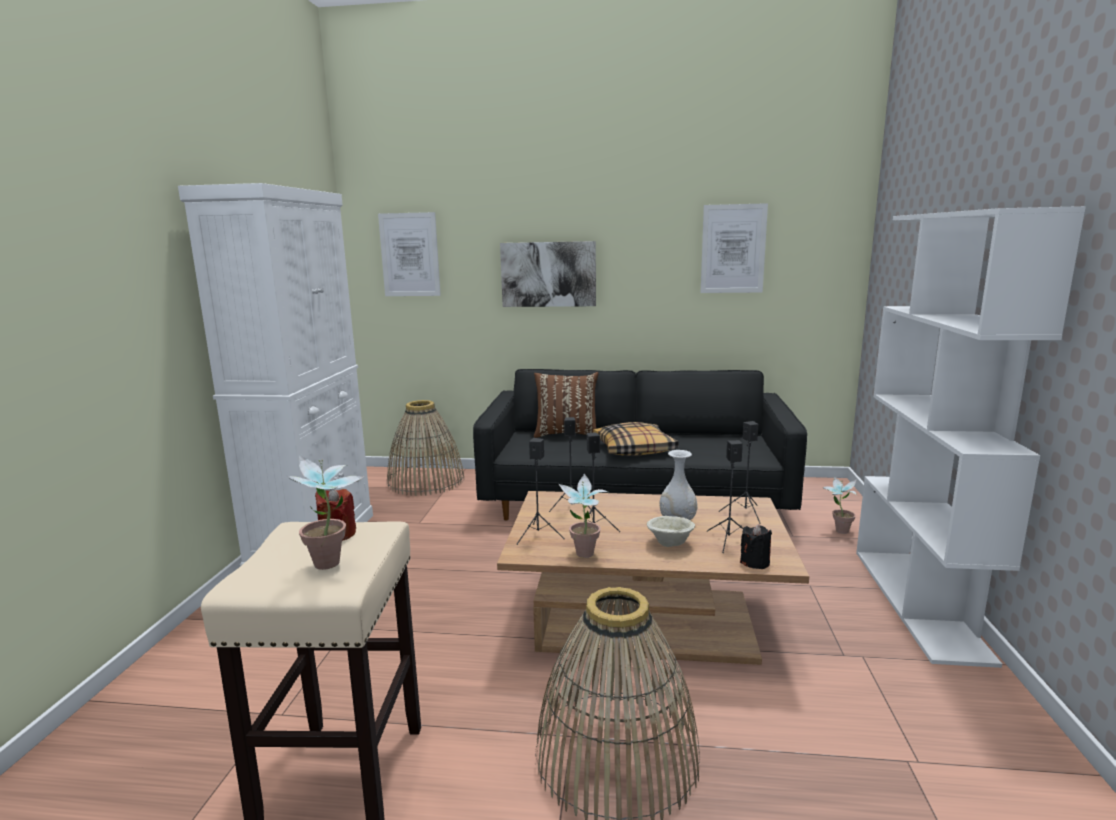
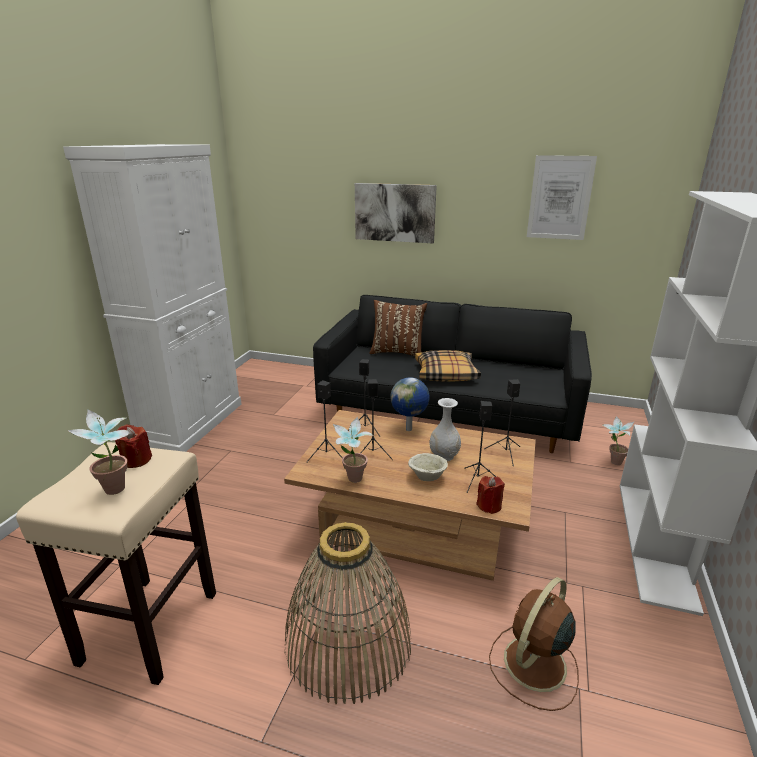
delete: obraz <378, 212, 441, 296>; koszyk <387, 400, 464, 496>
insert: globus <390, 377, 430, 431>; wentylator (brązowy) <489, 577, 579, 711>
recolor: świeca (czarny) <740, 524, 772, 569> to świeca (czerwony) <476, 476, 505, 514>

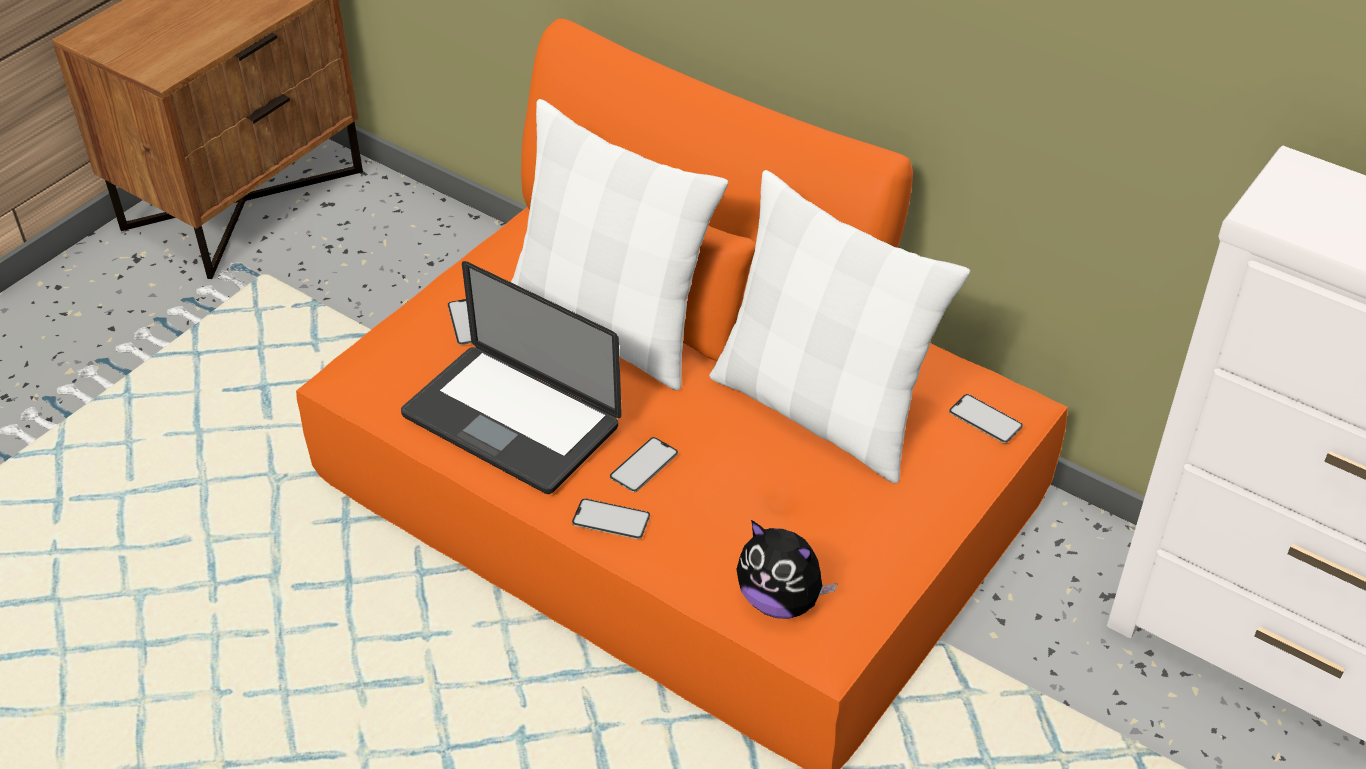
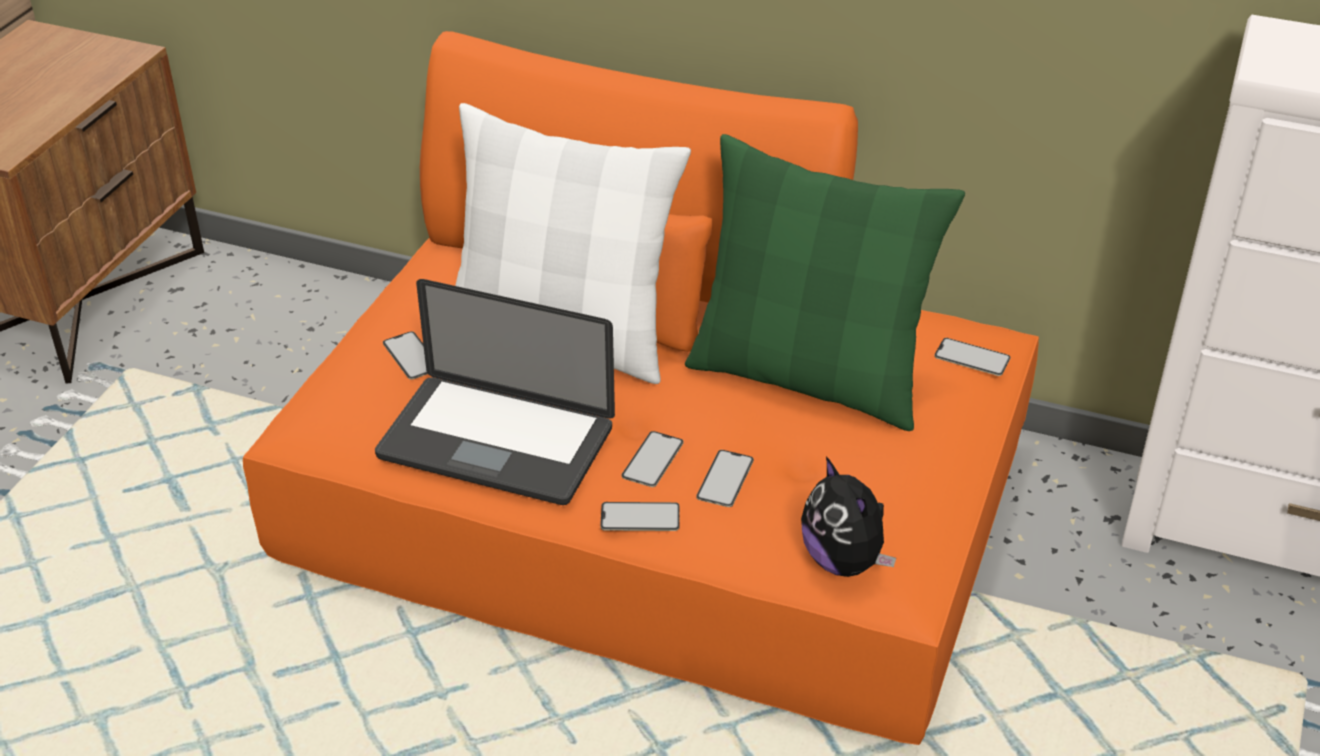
insert: telefon <696, 450, 754, 507>
recolor: poduszka (biały) <709, 170, 970, 483> to poduszka (zielony) <685, 134, 965, 431>
rotate: pluszak <736, 520, 838, 619> = <801, 456, 896, 577> 45 degrees clockwise

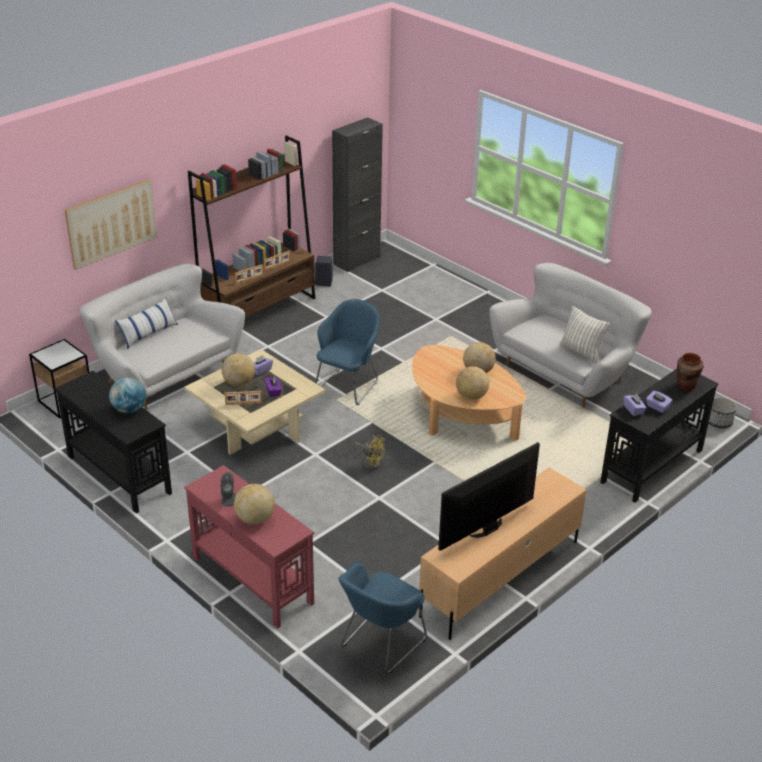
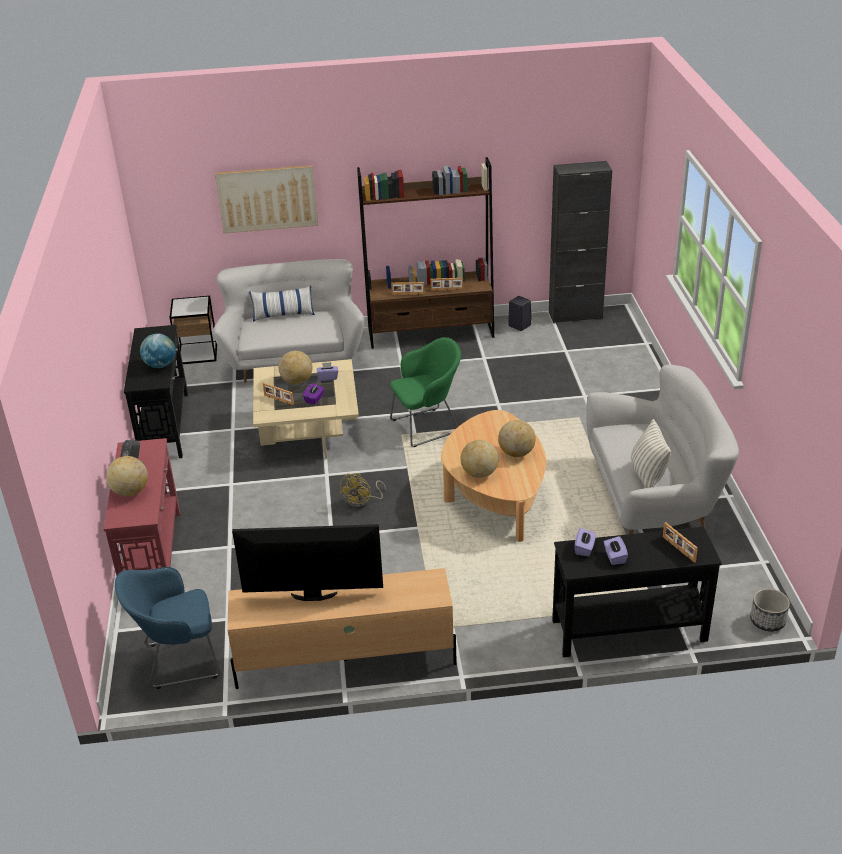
replace: wazon (brązowy) <677, 353, 704, 391> to ramka na zdjęcie <663, 522, 698, 563>
recolor: fotel (niebieski) <315, 299, 380, 405> to fotel (zielony) <390, 337, 461, 447>
rotate: wentylator (żółty) <355, 435, 385, 470> = <340, 473, 386, 509> 45 degrees clockwise

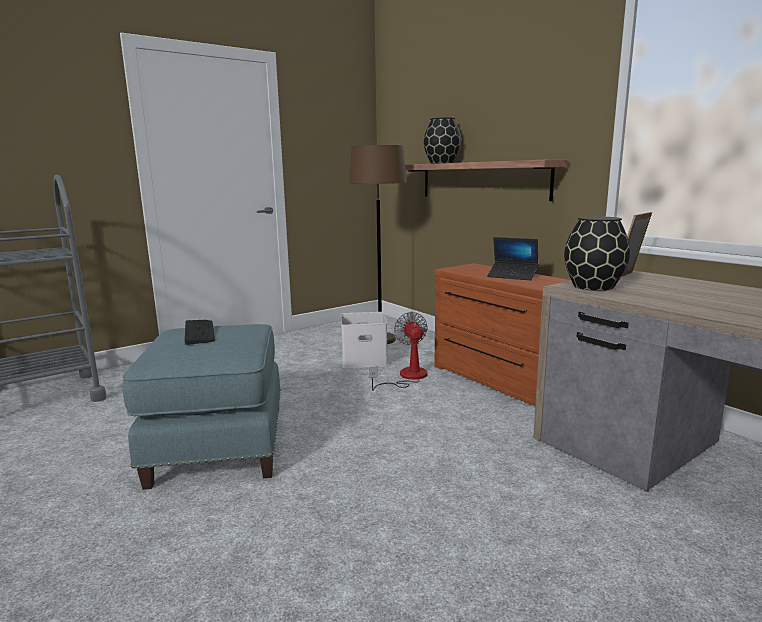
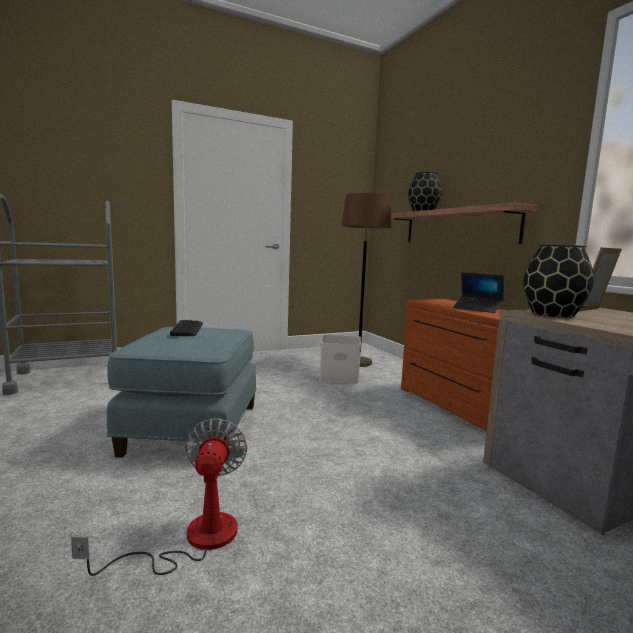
move: wentylator <369, 312, 428, 391> to <71, 418, 247, 576>

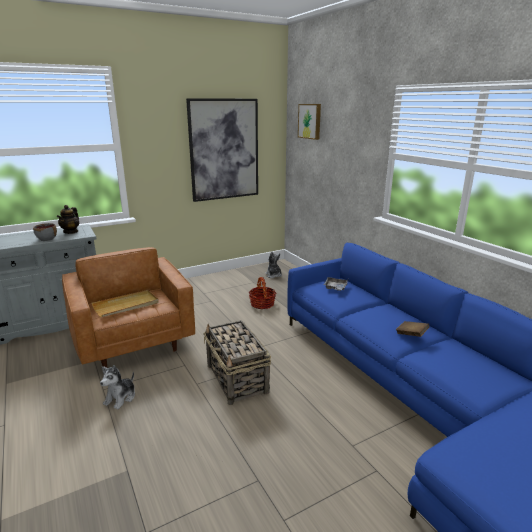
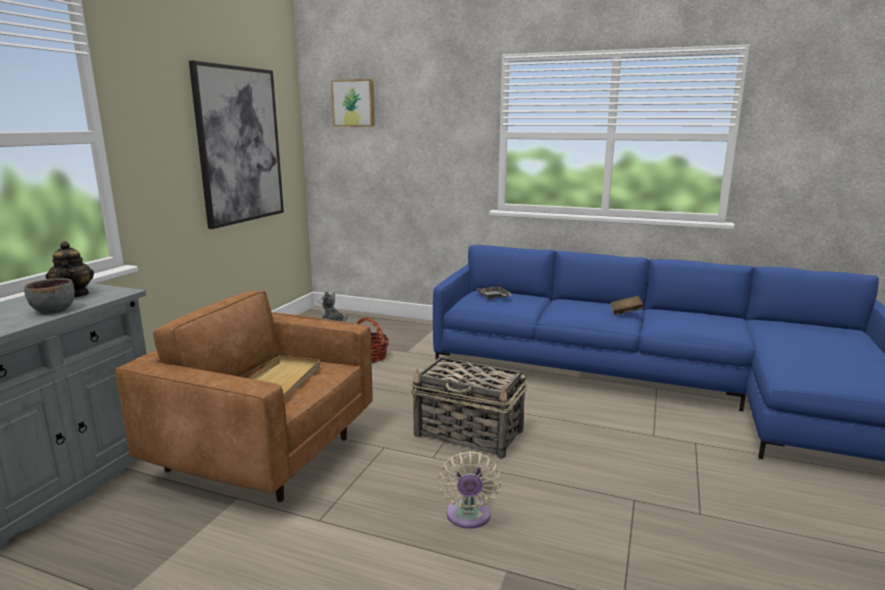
delete: pluszak <100, 365, 135, 410>
insert: wentylator (beżowy) <438, 451, 502, 529>

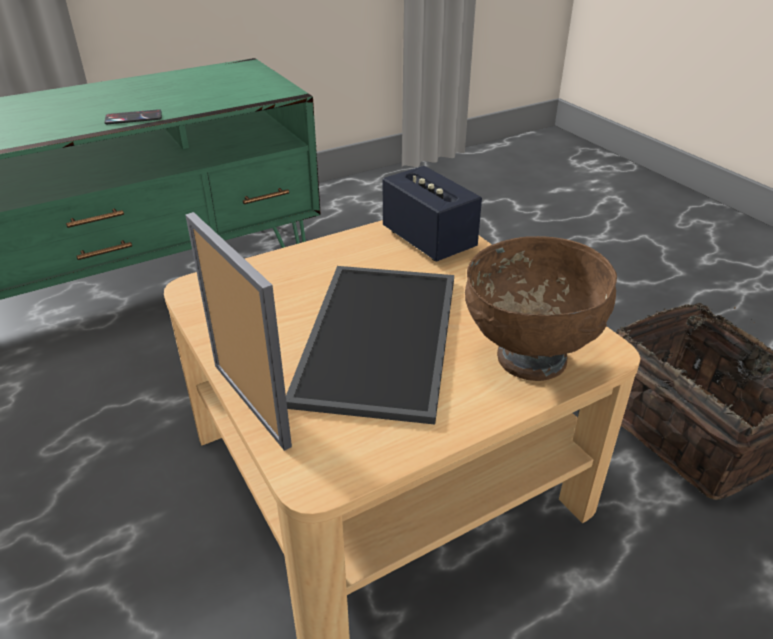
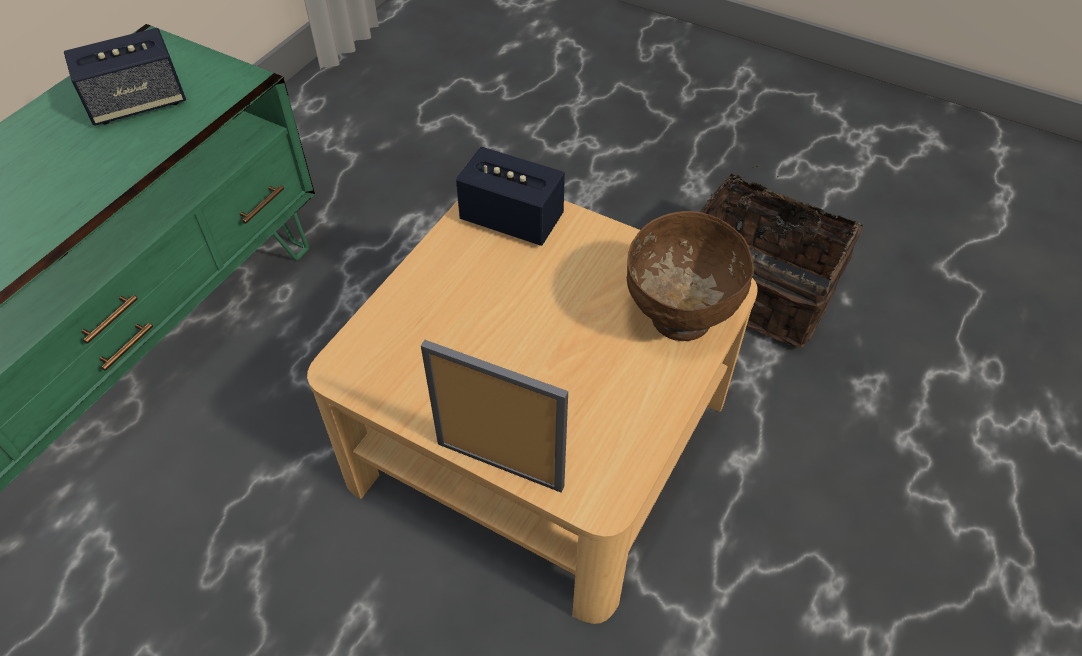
delete: telefon <105, 109, 162, 124>; taca <286, 266, 454, 425>
insert: głośnik <64, 28, 186, 126>

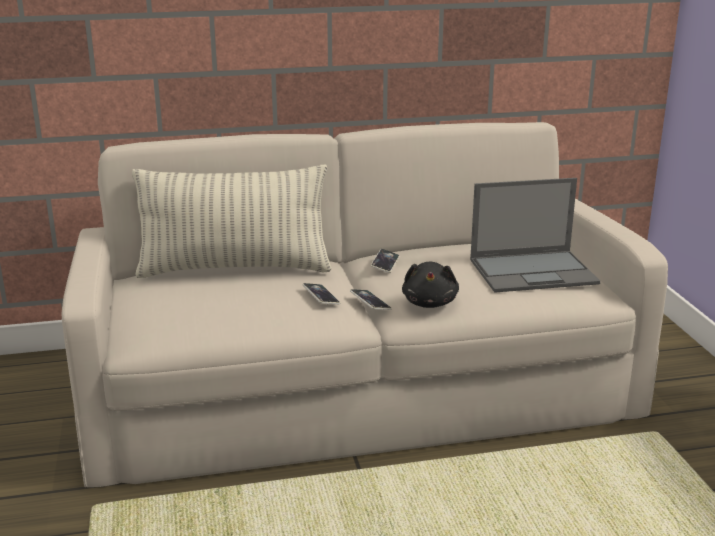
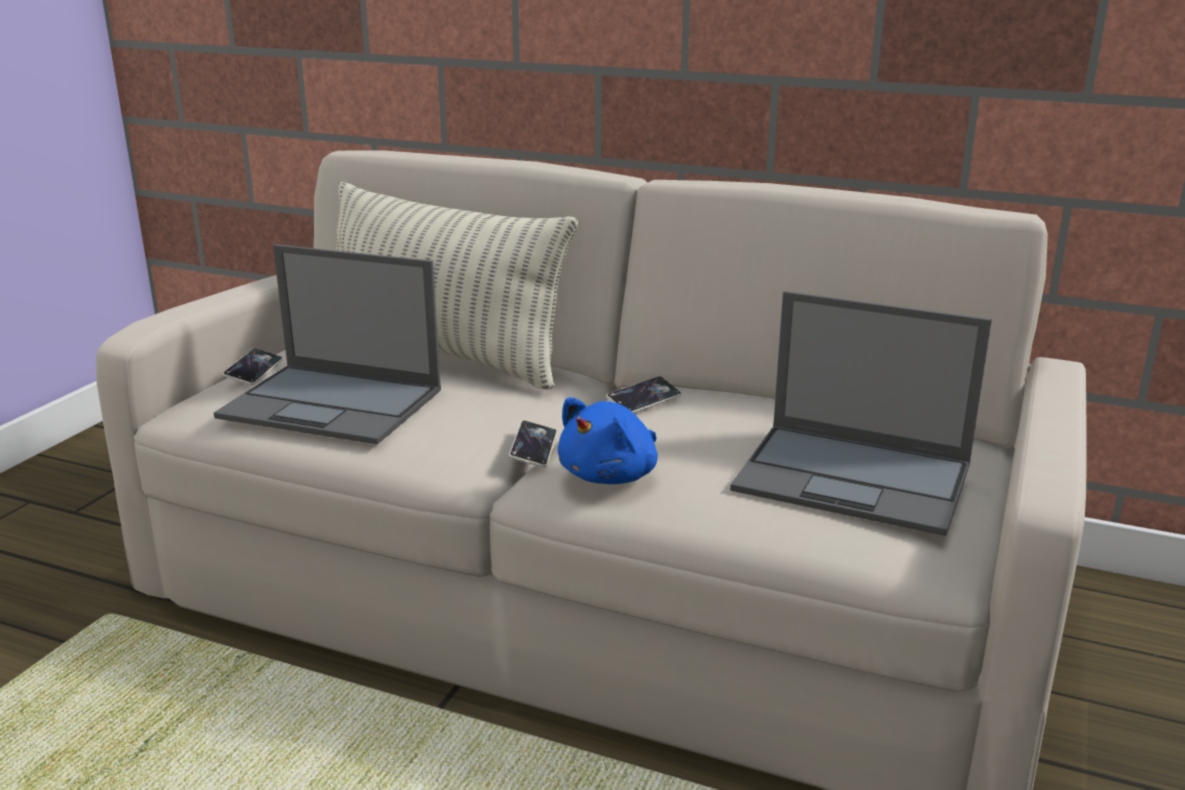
insert: laptop <214, 244, 441, 444>
move: telefon <303, 283, 340, 304> to <222, 348, 283, 385>
recolor: pluszak (czarny) <402, 262, 459, 308> to pluszak (niebieski) <558, 397, 658, 484>

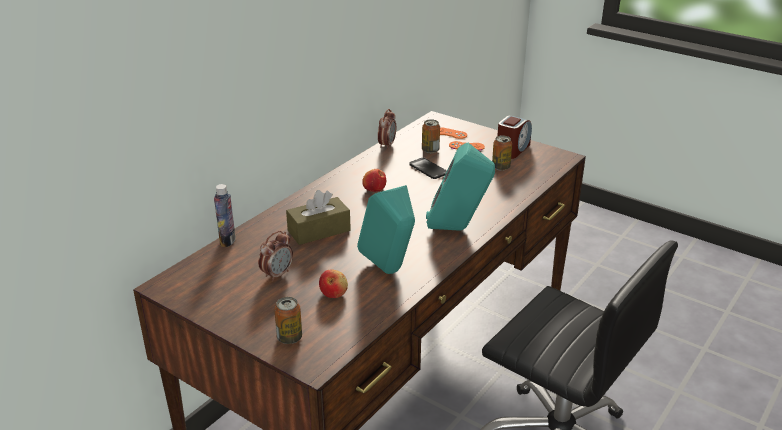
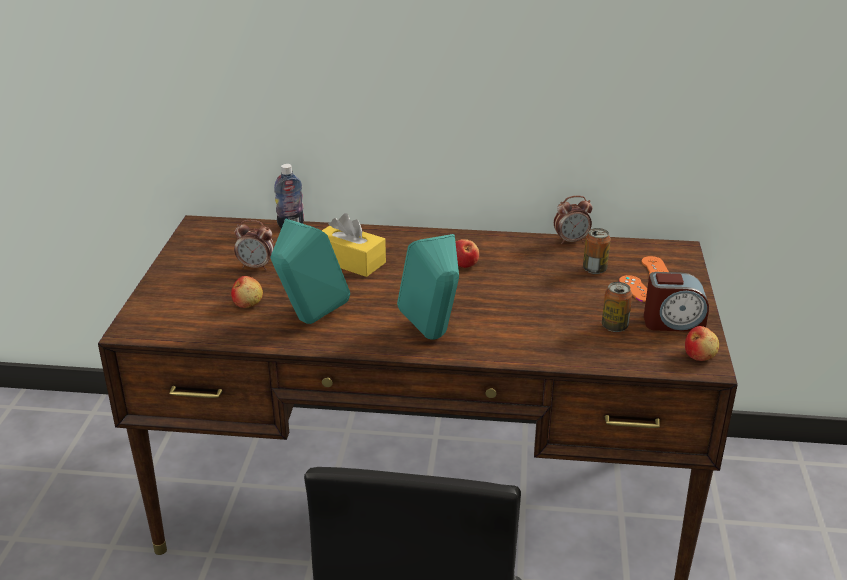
delete: puszka <274, 297, 302, 344>; telefon <410, 158, 447, 179>
insert: jabłko <685, 326, 719, 361>
recolor: pudełko chusteczek (brązowy) <286, 190, 351, 245> to pudełko chusteczek (żółty) <322, 213, 386, 277>

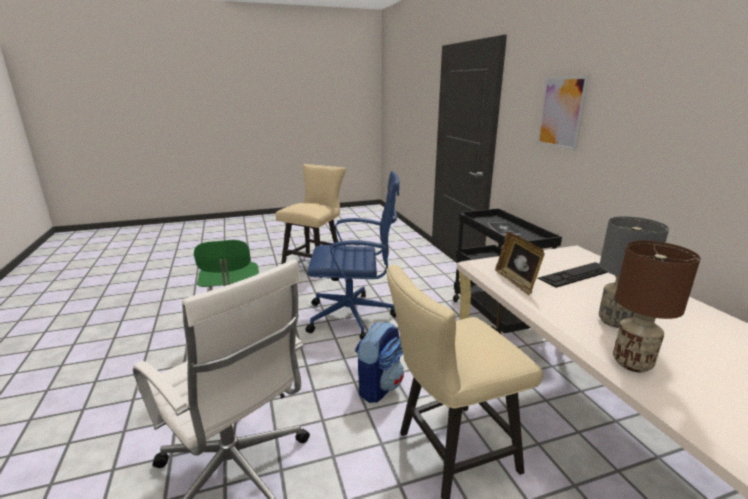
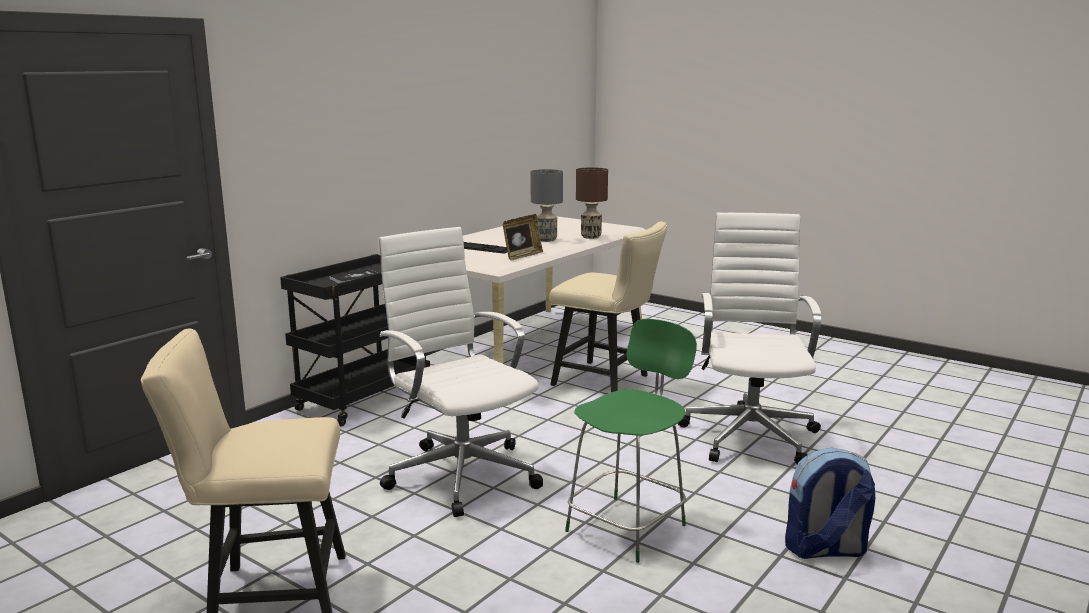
delete: obraz <537, 75, 589, 151>
move: plecak <355, 321, 404, 403> to <785, 448, 875, 559>
recolor: krzesło biurowe (niebieski) <306, 171, 400, 339> to krzesło biurowe (biały) <378, 227, 543, 517>

